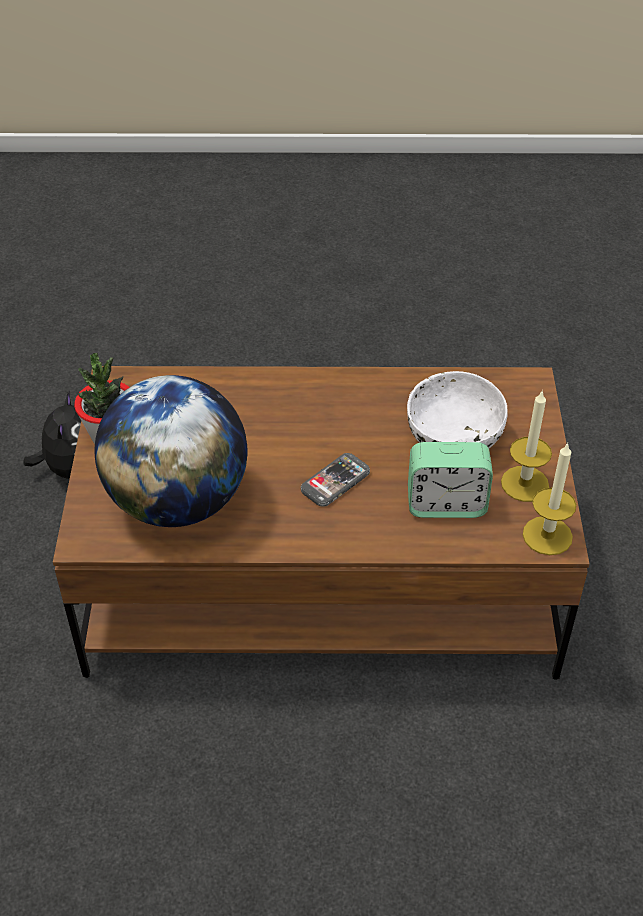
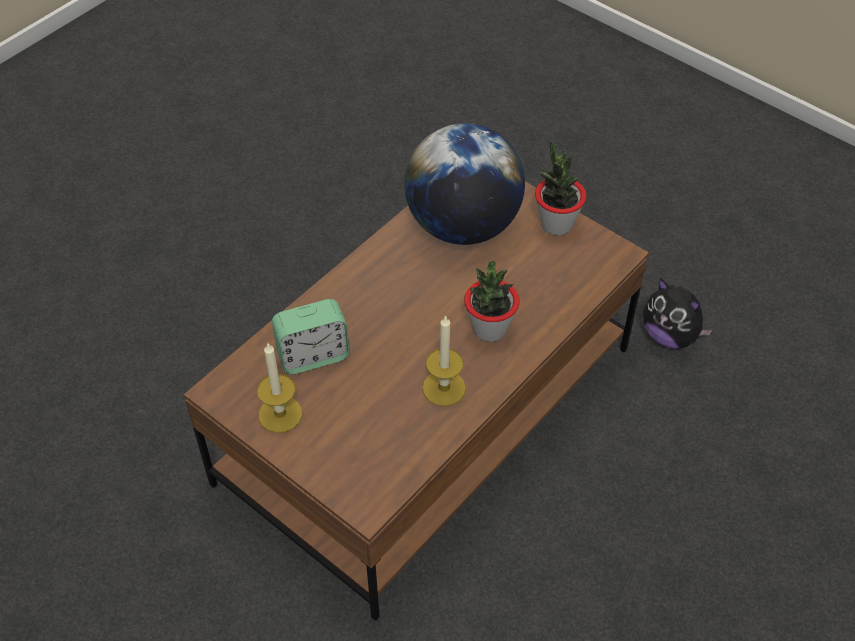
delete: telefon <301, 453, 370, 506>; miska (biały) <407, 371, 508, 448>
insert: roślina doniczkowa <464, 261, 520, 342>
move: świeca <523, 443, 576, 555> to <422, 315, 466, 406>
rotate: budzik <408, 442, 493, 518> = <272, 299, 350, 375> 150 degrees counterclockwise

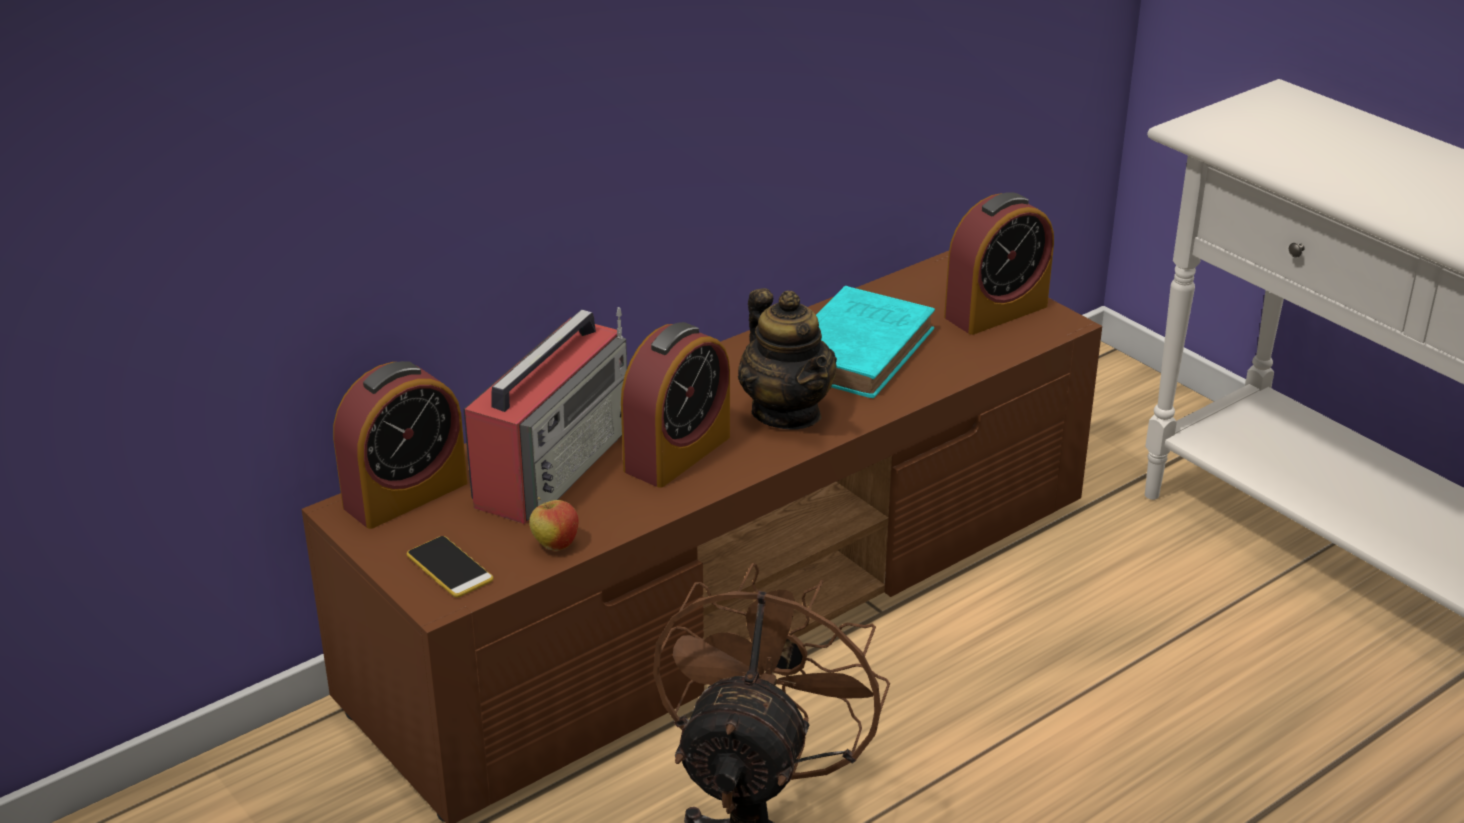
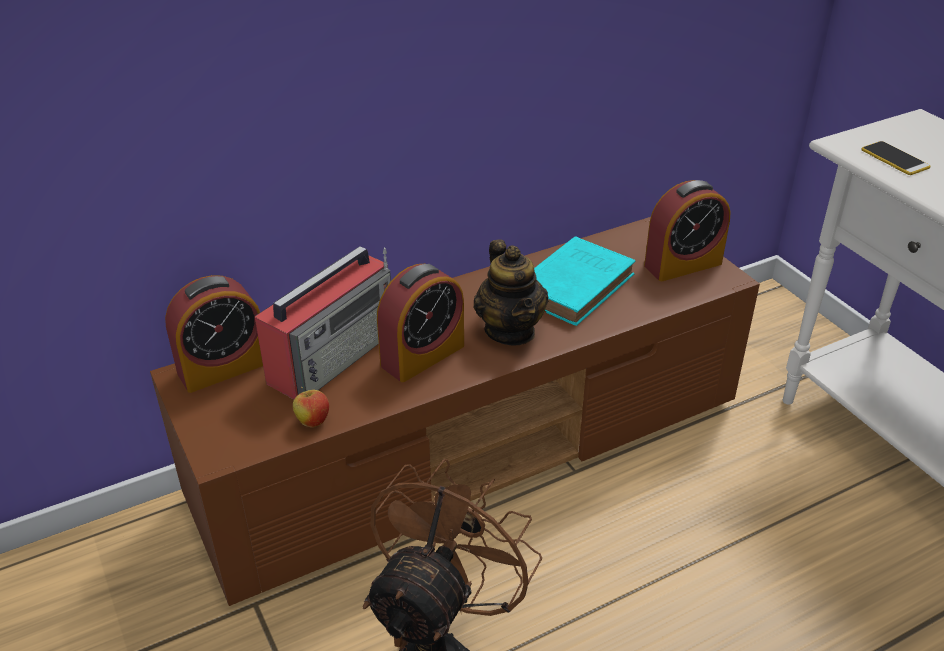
move: telefon <407, 536, 494, 597> to <861, 141, 930, 175>

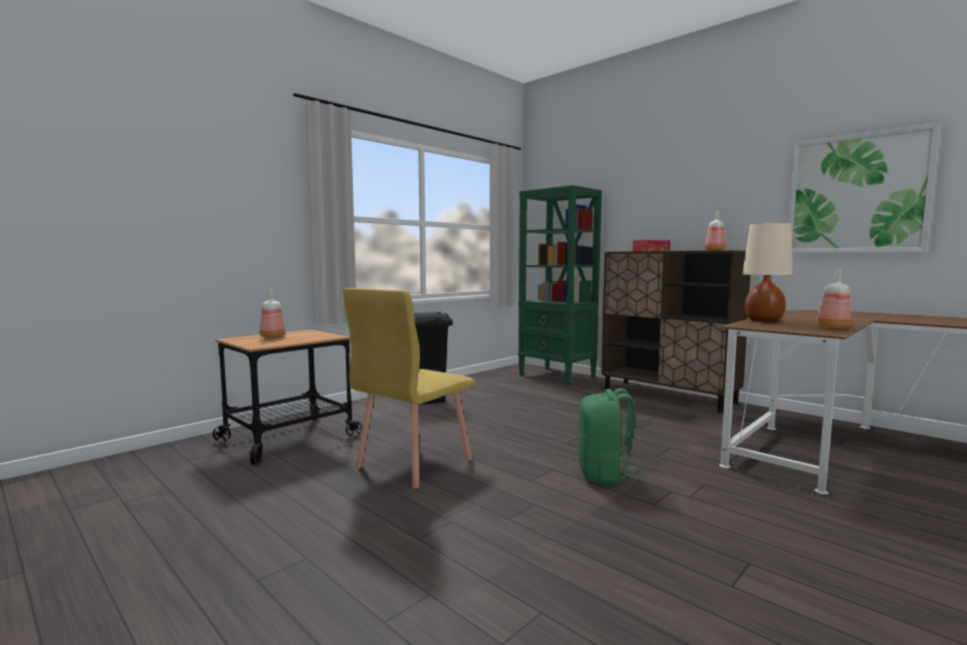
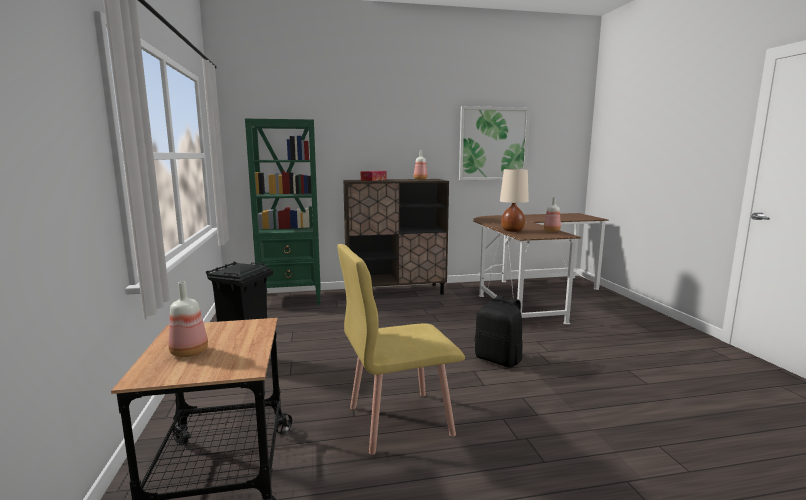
recolor: plecak (zielony) <578, 388, 644, 485> to plecak (czarny) <475, 295, 523, 368>
rotate: krzesło (żółty) <343, 288, 476, 489> = <337, 244, 465, 455> 90 degrees clockwise

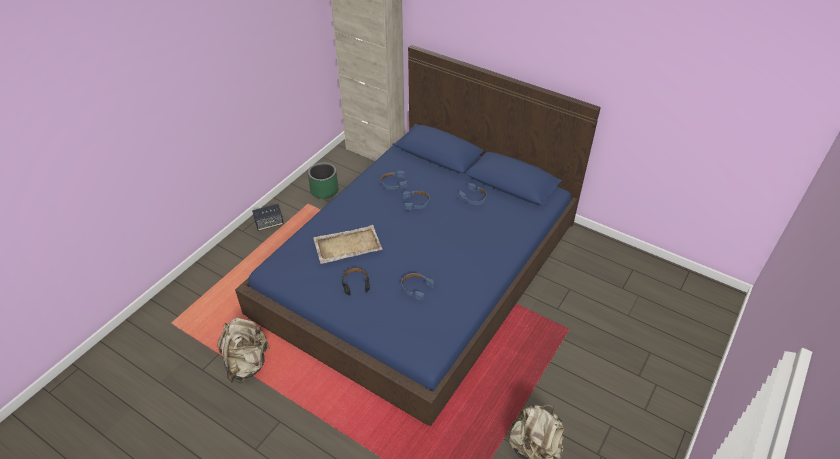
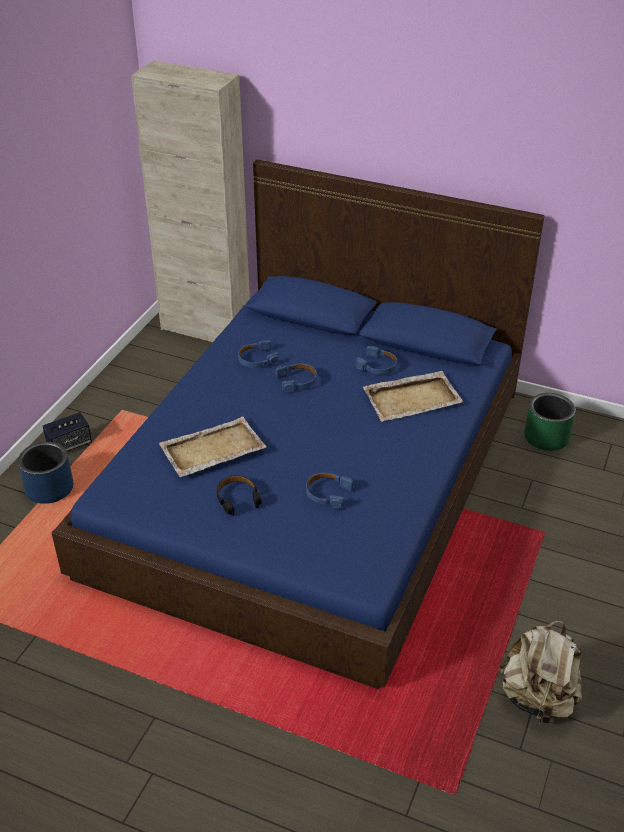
delete: plecak (beżowy) <217, 318, 270, 383>
insert: donica (niebieski) <18, 442, 73, 504>; taca (beżowy) <363, 371, 463, 422>
move: donica (zielony) <308, 162, 339, 199> to <524, 393, 576, 451>

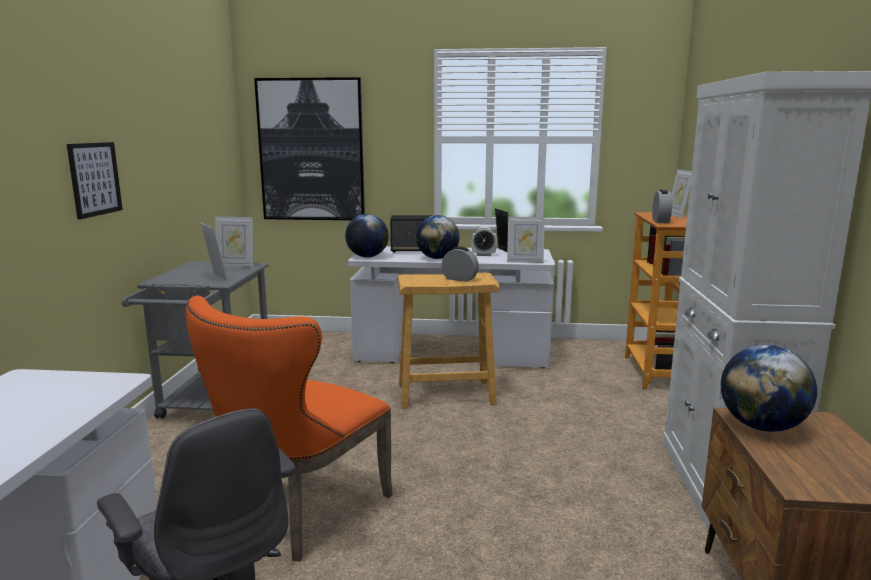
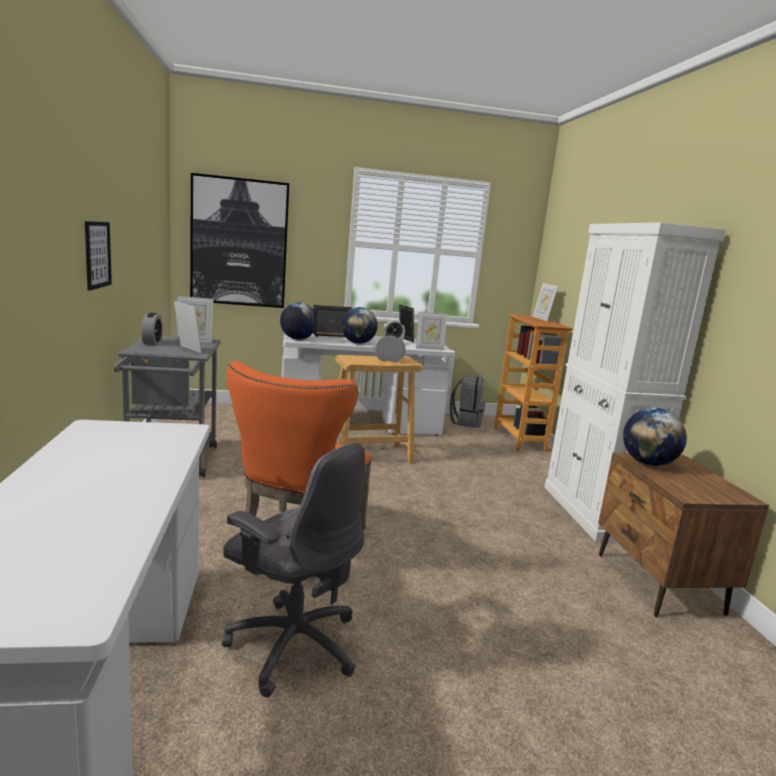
insert: plecak (szary) <449, 375, 486, 428>
move: budzik <652, 190, 672, 223> to <141, 313, 163, 345>

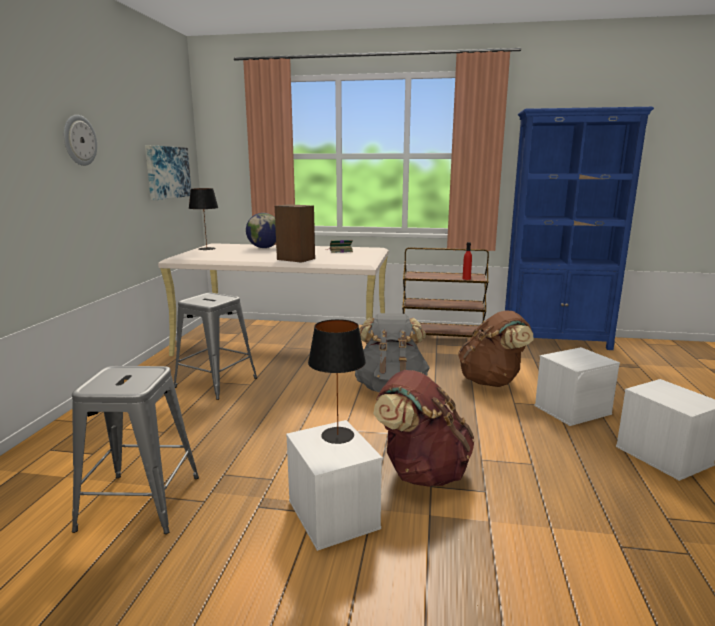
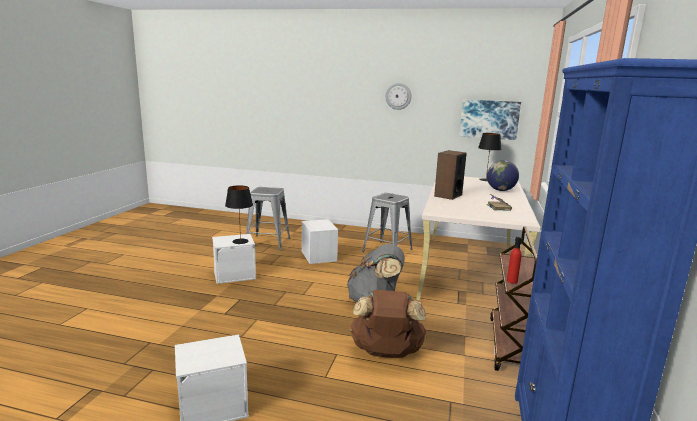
delete: plecak (brązowy) <373, 370, 475, 487>
move: pojemnik do przechowywania (biały) <534, 347, 620, 426> to <302, 219, 338, 264>

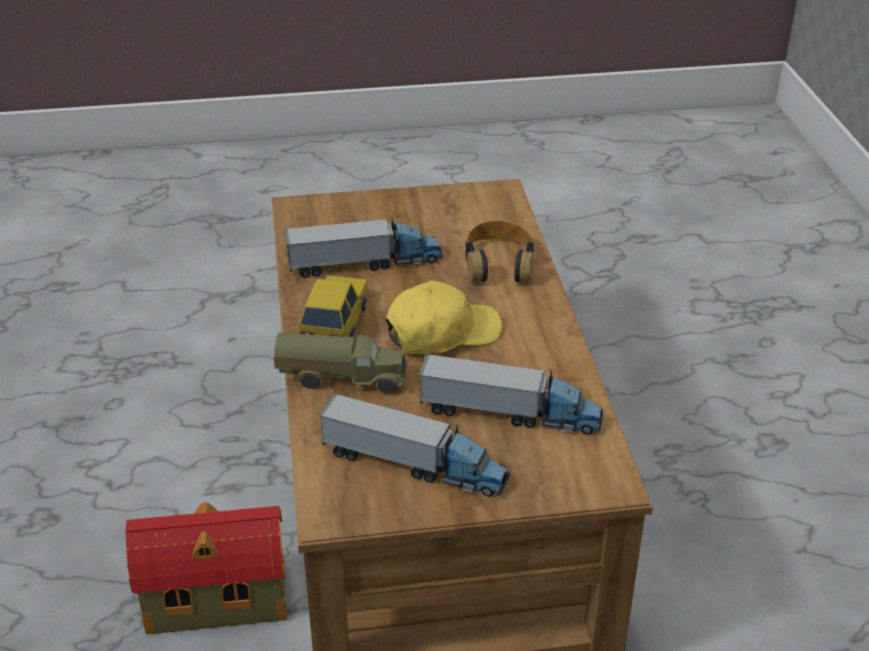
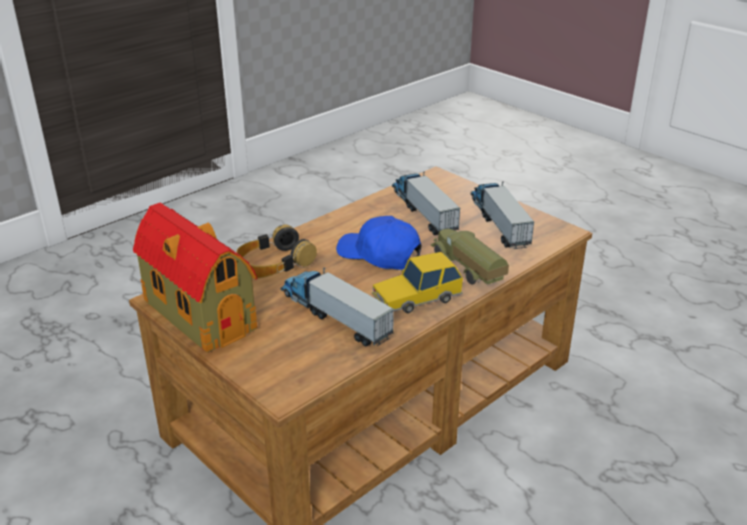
move: domek <125, 502, 287, 635> to <133, 203, 257, 353>
recolor: czapka z daszkiem (żółty) <386, 280, 502, 354> to czapka z daszkiem (niebieski) <336, 216, 422, 270>

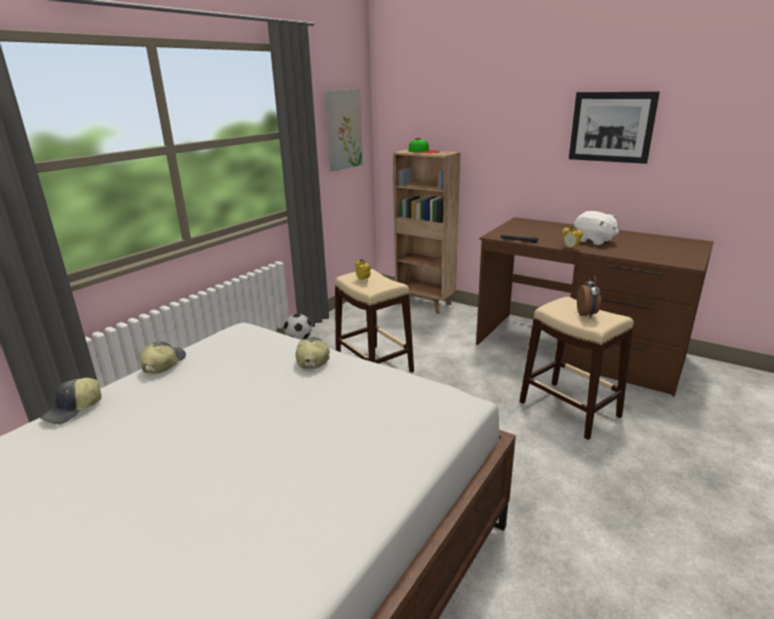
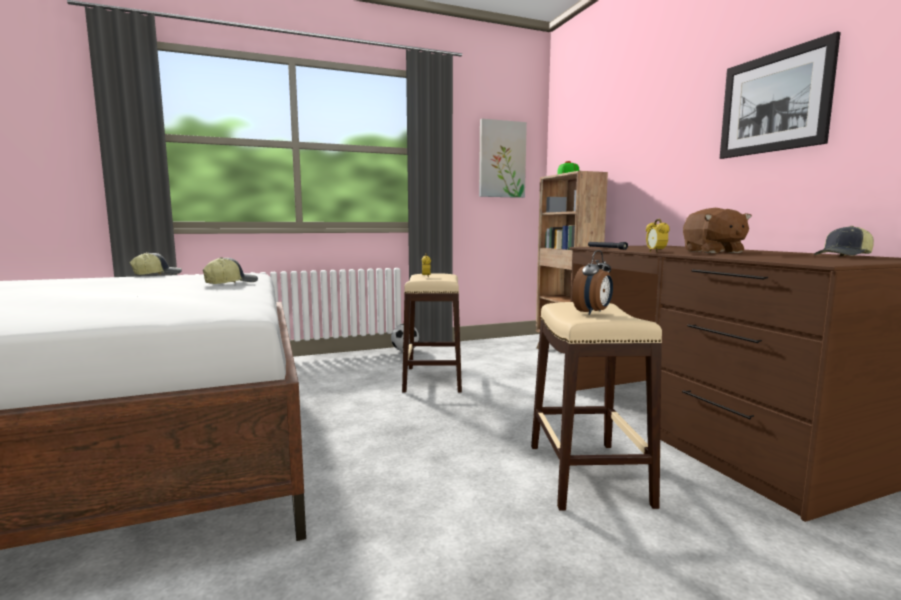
move: czapka z daszkiem <40, 378, 102, 424> to <814, 226, 874, 257>
recolor: pluszak (biały) <574, 211, 619, 245> to pluszak (brązowy) <683, 208, 752, 253>

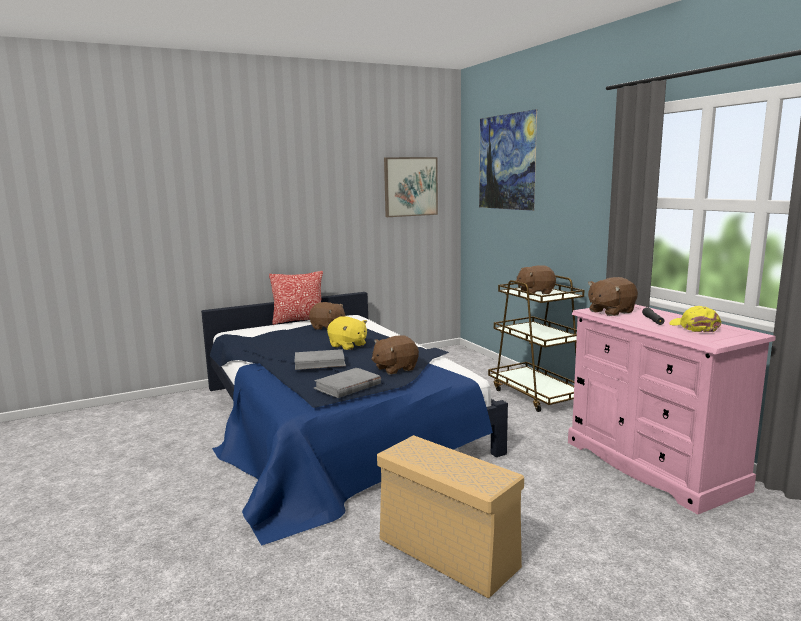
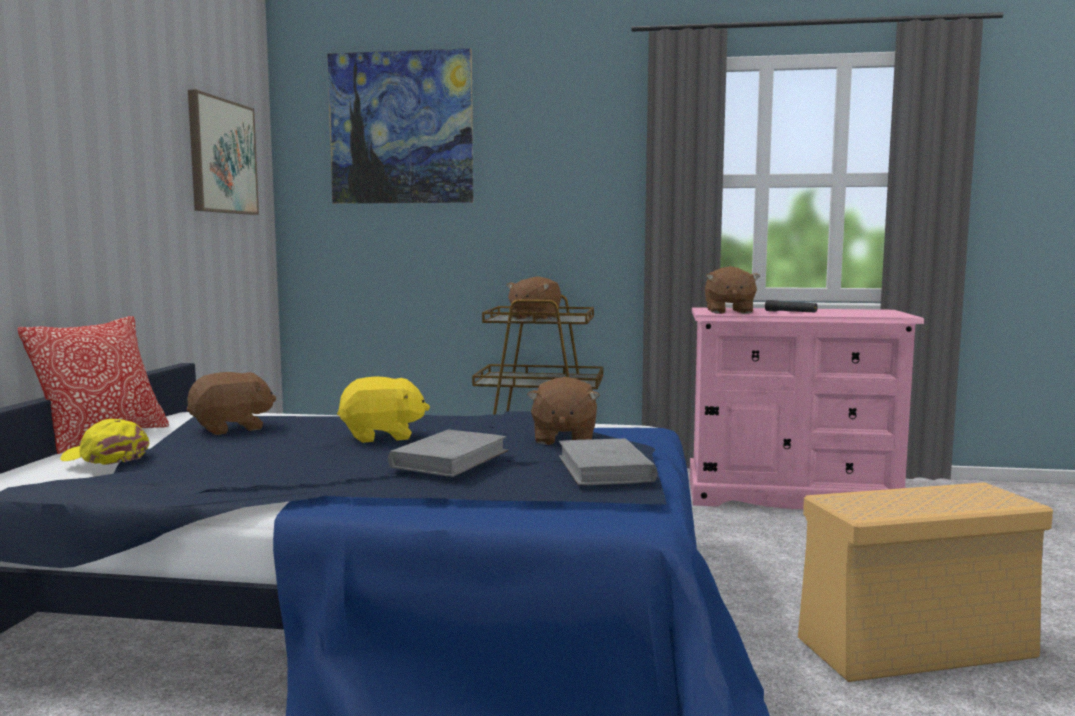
move: czapka z daszkiem (żółty) <669, 306, 721, 332> to <60, 419, 150, 465>

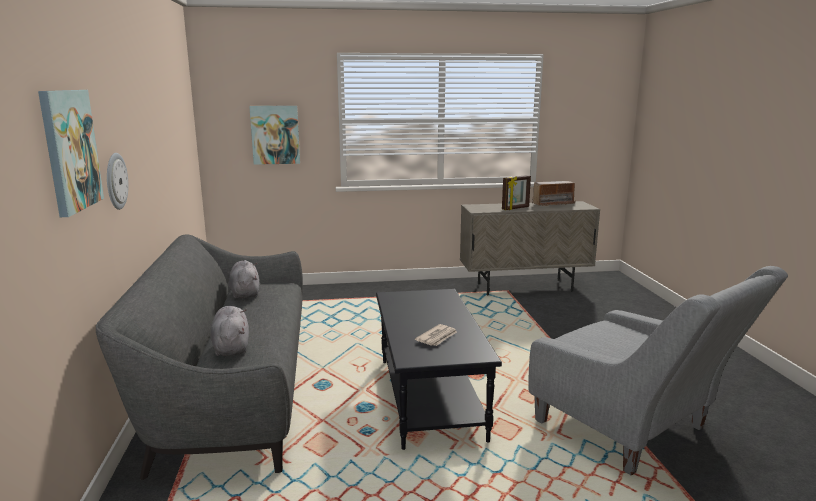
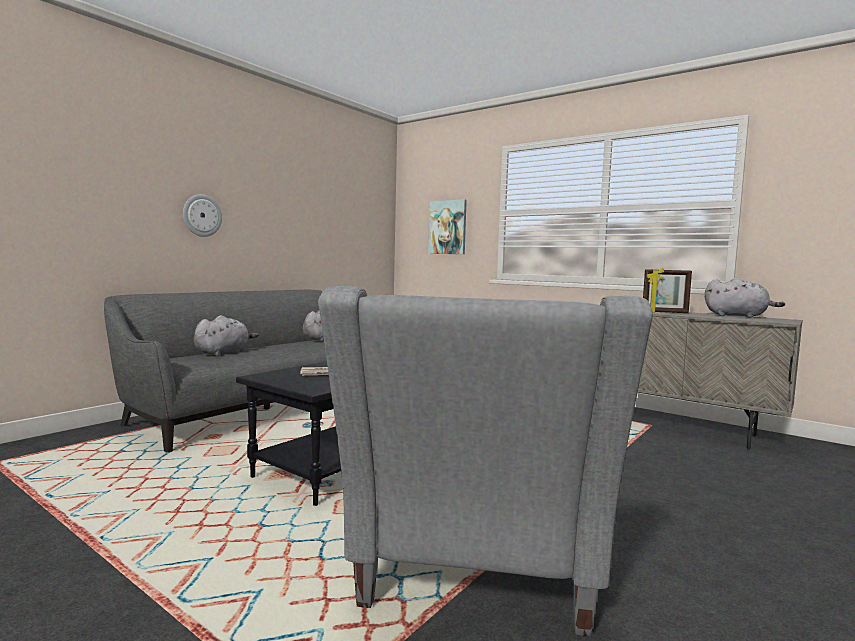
delete: obraz <38, 90, 104, 217>
replace: radio <532, 181, 575, 206> to pluszak (szary) <705, 278, 785, 318>

